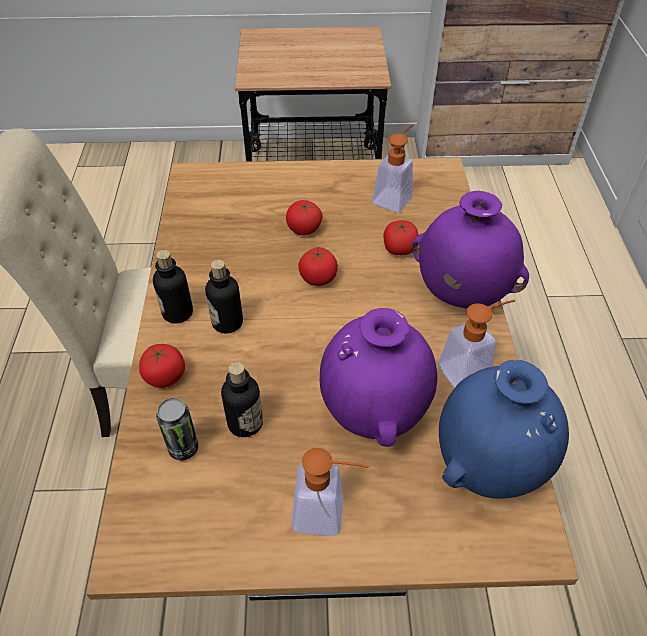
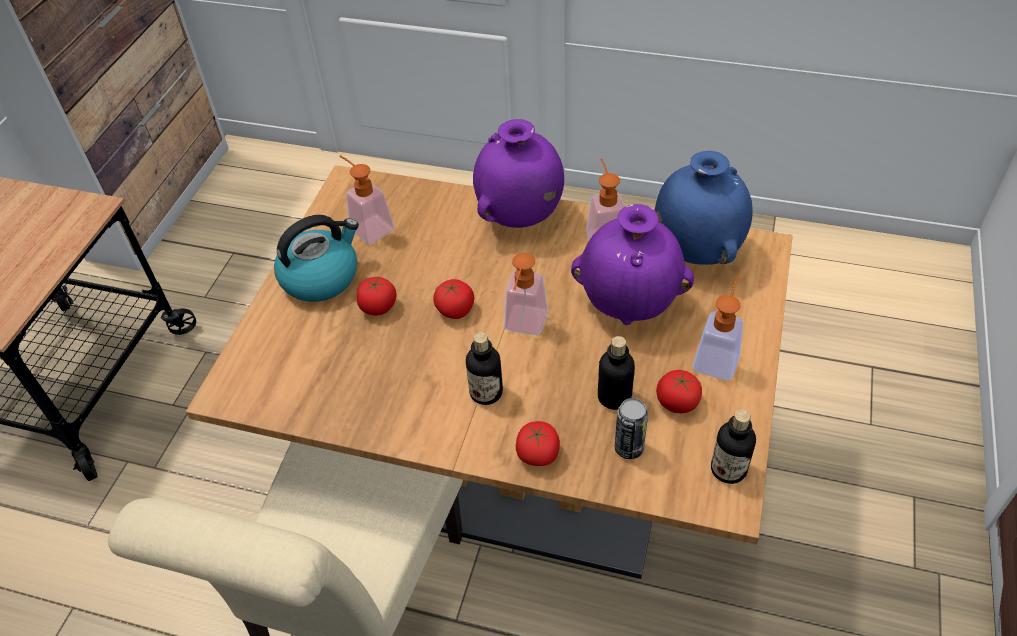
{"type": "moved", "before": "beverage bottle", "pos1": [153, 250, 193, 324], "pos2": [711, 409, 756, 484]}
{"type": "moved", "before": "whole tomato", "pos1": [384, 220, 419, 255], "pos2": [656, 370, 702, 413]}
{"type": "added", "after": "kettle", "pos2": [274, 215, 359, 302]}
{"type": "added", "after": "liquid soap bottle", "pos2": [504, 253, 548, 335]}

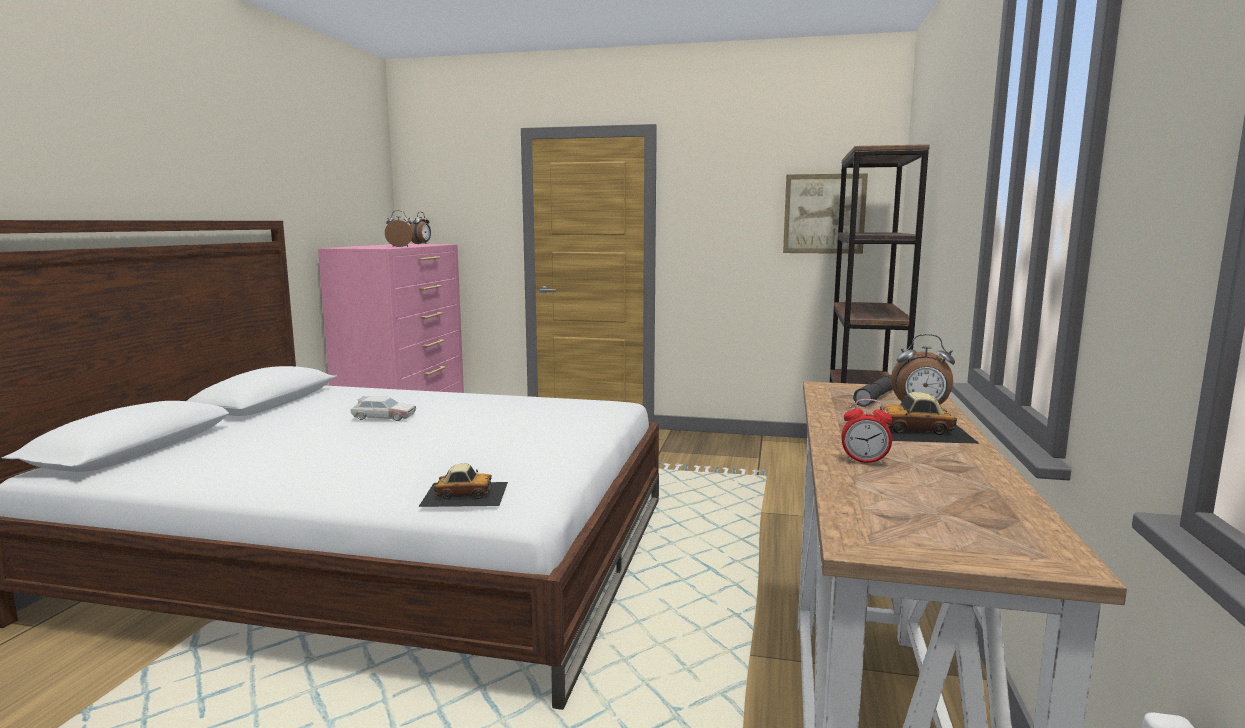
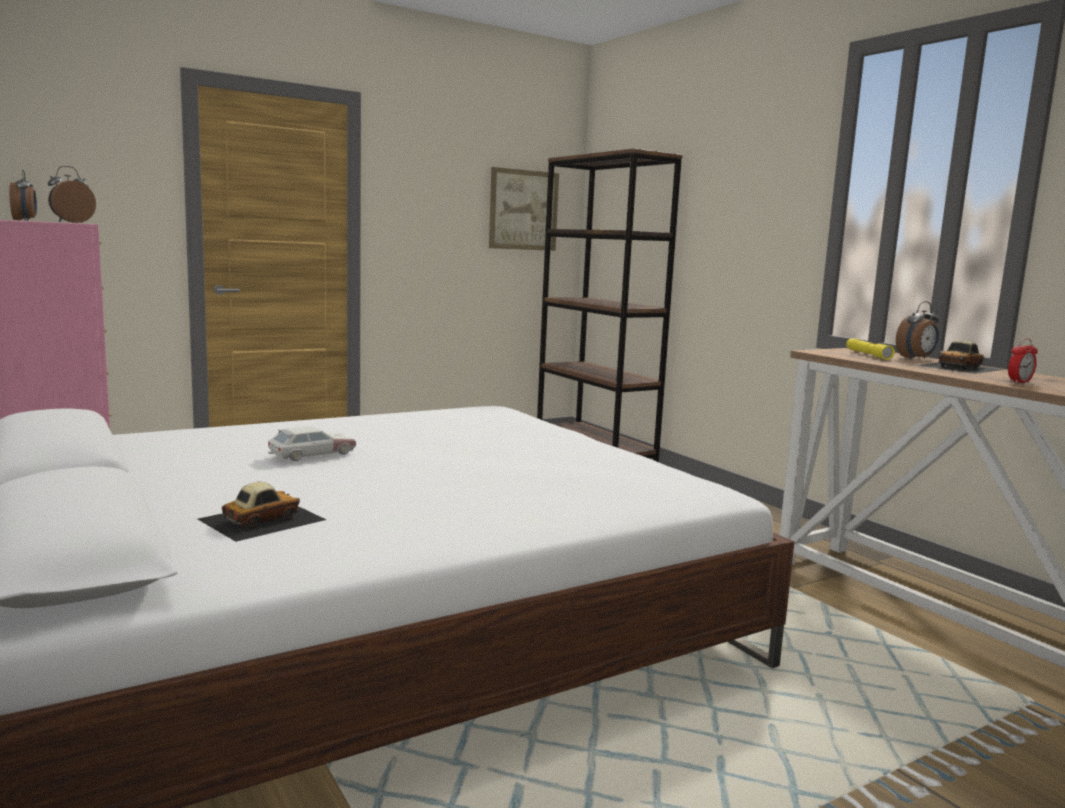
{"type": "moved", "before": "toy car", "pos1": [418, 464, 508, 507], "pos2": [198, 482, 326, 542]}
{"type": "recoloured", "before": "hand torch in grey", "after": "hand torch in yellow-coloured", "pos1": [853, 375, 893, 407], "pos2": [846, 338, 895, 360]}

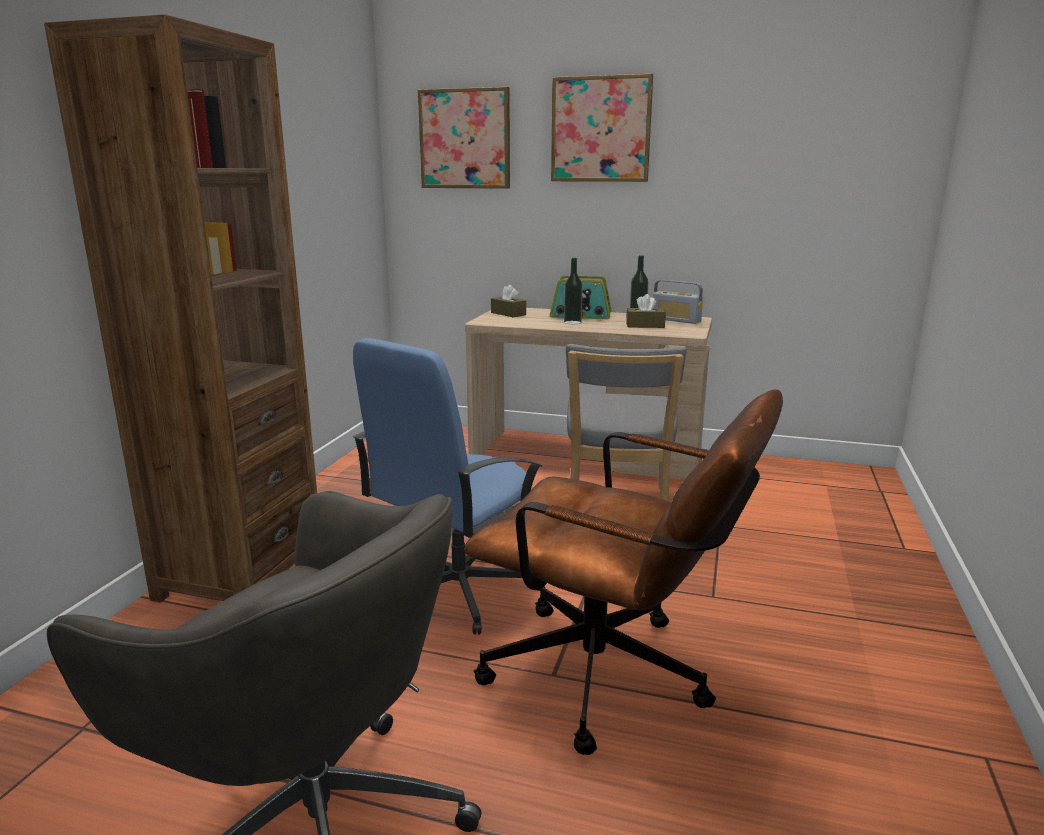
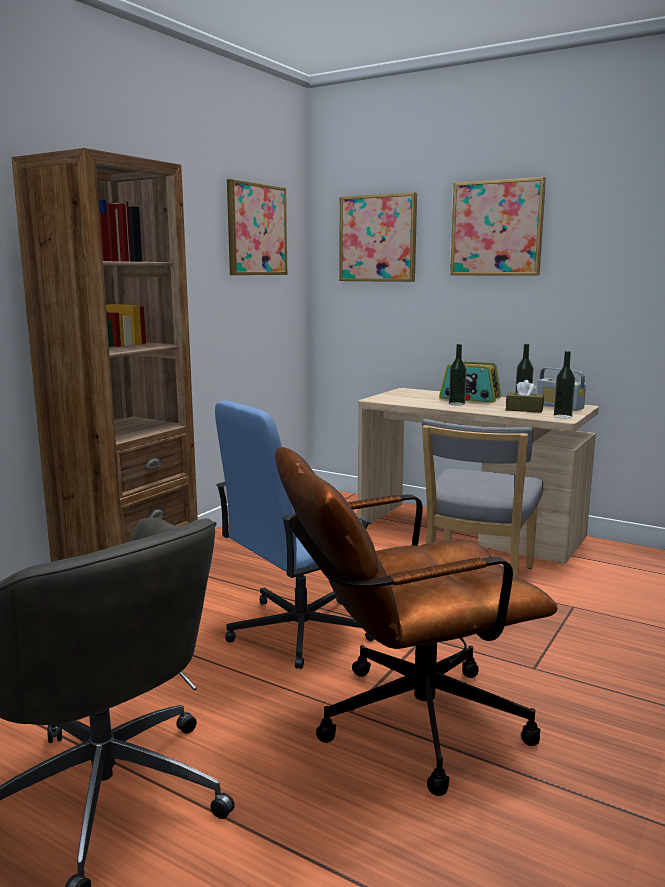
{"type": "turned", "before": "office chair in brown-coloured", "pos1": [464, 389, 783, 755], "pos2": [275, 447, 558, 796], "turn": 120}
{"type": "removed", "before": "tissue box in brown-coloured", "pos1": [491, 285, 526, 317]}
{"type": "added", "after": "wall art", "pos2": [227, 179, 287, 275]}
{"type": "added", "after": "beverage bottle", "pos2": [554, 351, 575, 418]}

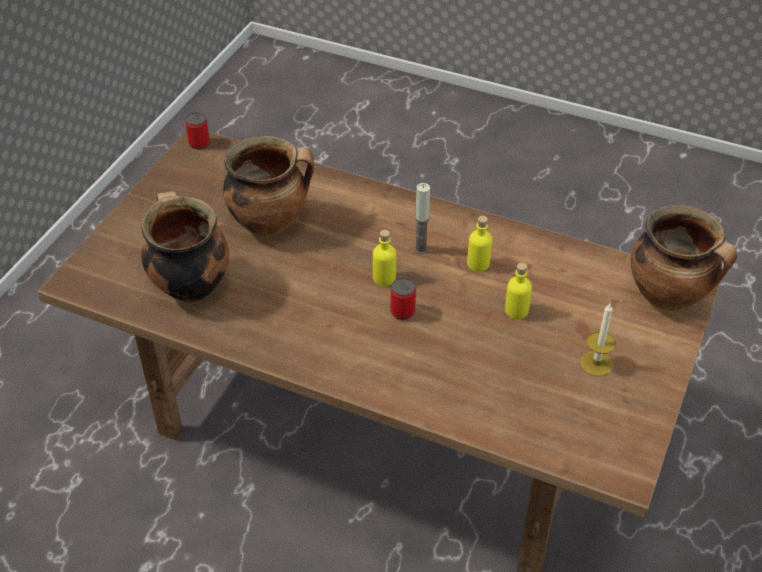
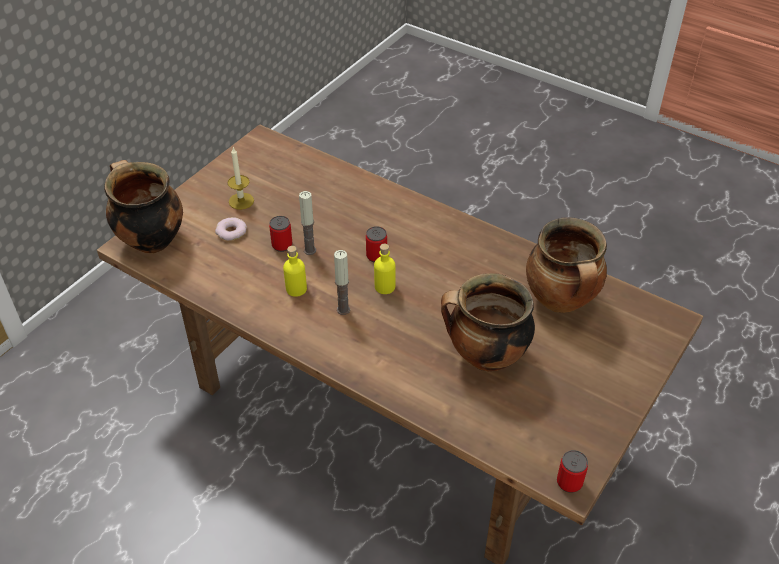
{"type": "replaced", "before": "beverage bottle in yellow-coloured", "after": "sealed can", "pos1": [505, 263, 532, 319], "pos2": [269, 216, 292, 252]}
{"type": "added", "after": "donut", "pos2": [215, 217, 247, 240]}
{"type": "added", "after": "wax candle", "pos2": [299, 191, 316, 255]}

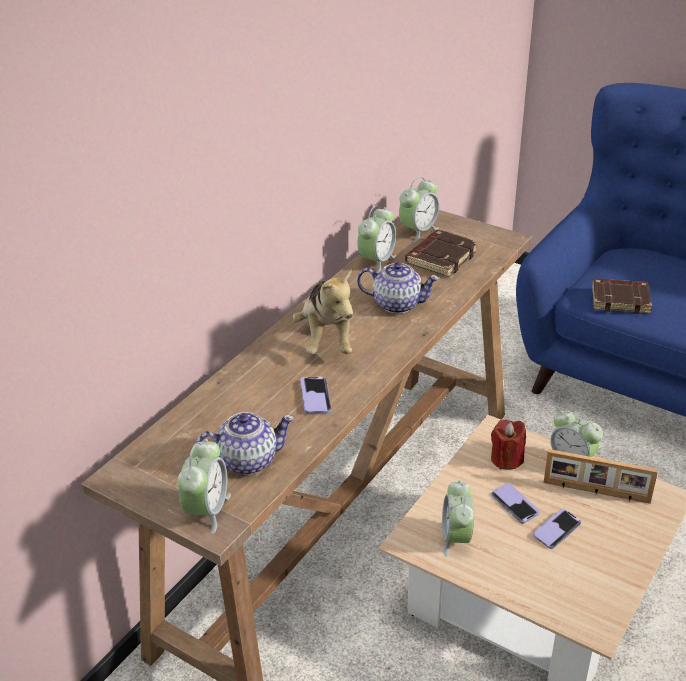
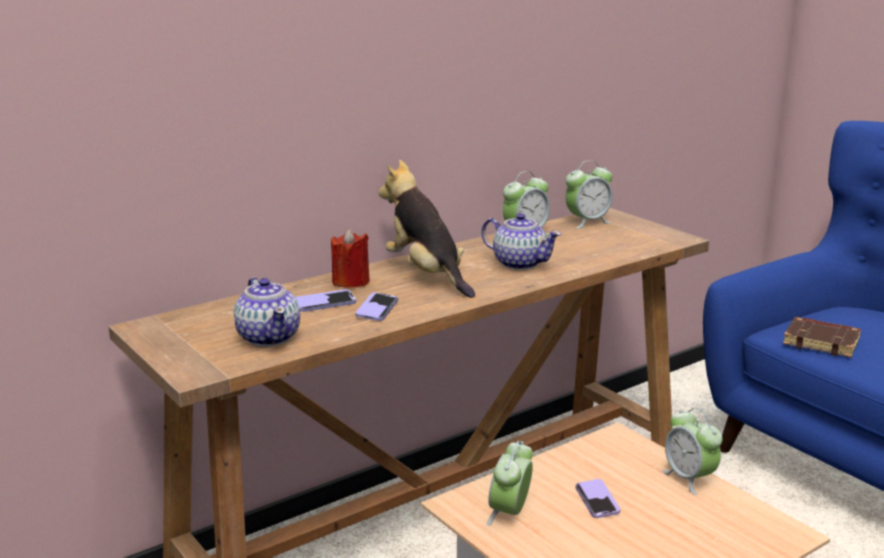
{"type": "removed", "before": "bedside clock", "pos1": [178, 439, 231, 534]}
{"type": "turned", "before": "teapot", "pos1": [196, 412, 295, 474], "pos2": [234, 277, 300, 347], "turn": 60}
{"type": "turned", "before": "plush toy", "pos1": [293, 270, 353, 354], "pos2": [378, 160, 475, 298], "turn": 135}
{"type": "removed", "before": "book in brown-coloured", "pos1": [405, 230, 479, 277]}
{"type": "moved", "before": "wax candle in red-coloured", "pos1": [491, 420, 526, 470], "pos2": [331, 229, 370, 288]}
{"type": "moved", "before": "handset", "pos1": [533, 509, 581, 549], "pos2": [295, 289, 356, 312]}
{"type": "removed", "before": "picture frame", "pos1": [543, 449, 658, 504]}

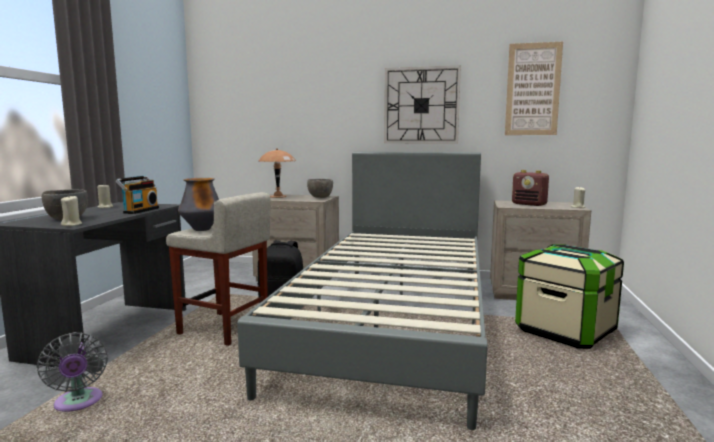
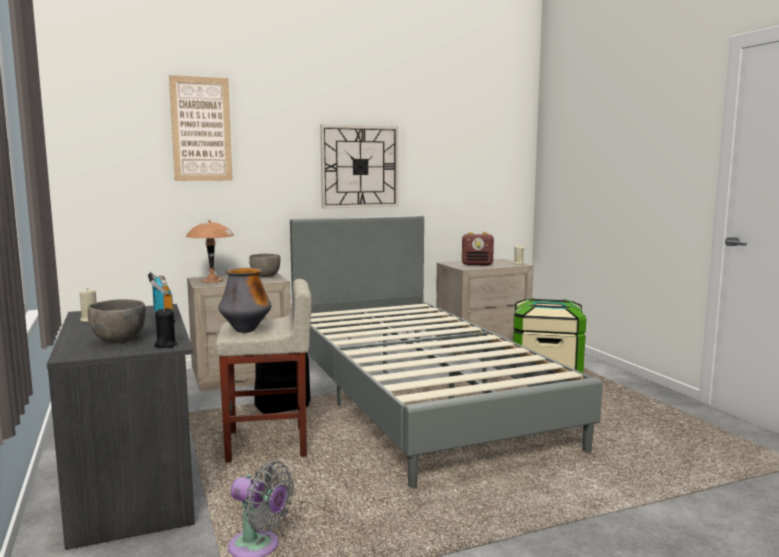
{"type": "recoloured", "before": "wax candle in beige-coloured", "after": "wax candle in blackish", "pos1": [61, 196, 82, 226], "pos2": [154, 308, 178, 348]}
{"type": "moved", "before": "wall art", "pos1": [505, 42, 563, 135], "pos2": [169, 75, 233, 181]}

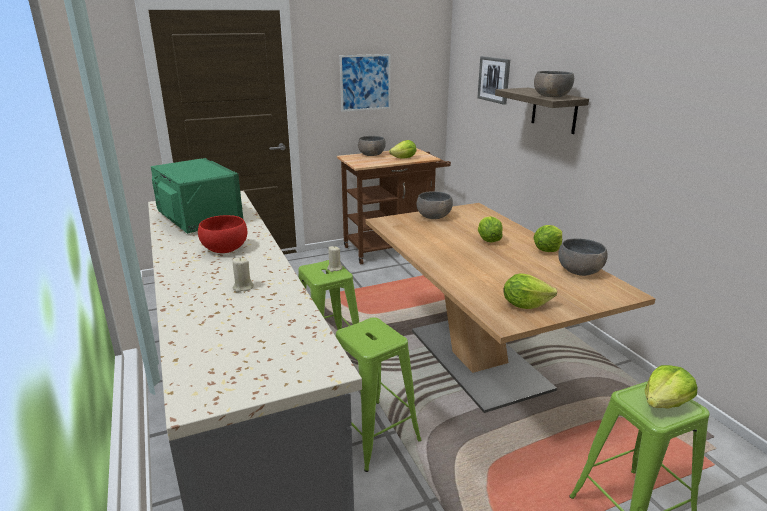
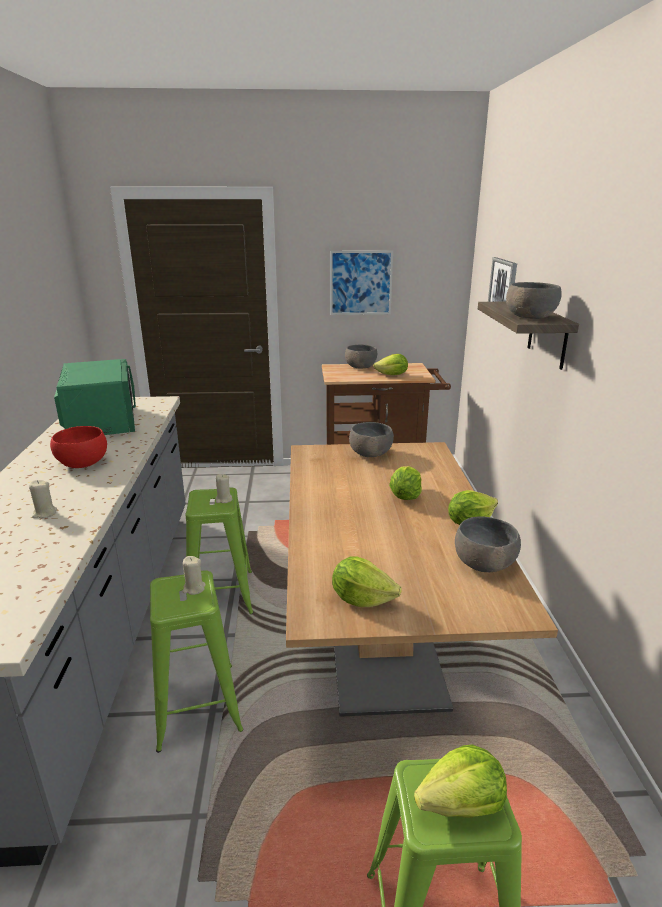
{"type": "added", "after": "wax candle in beige-coloured", "pos2": [182, 556, 206, 595]}

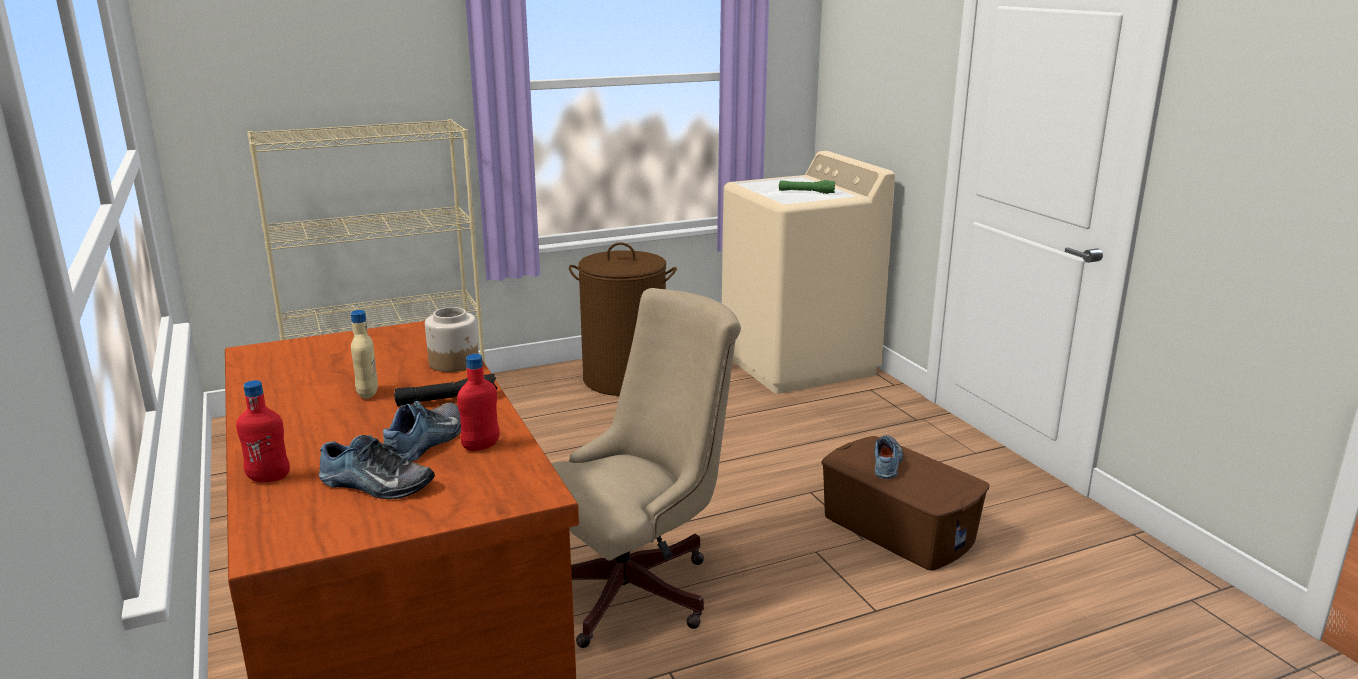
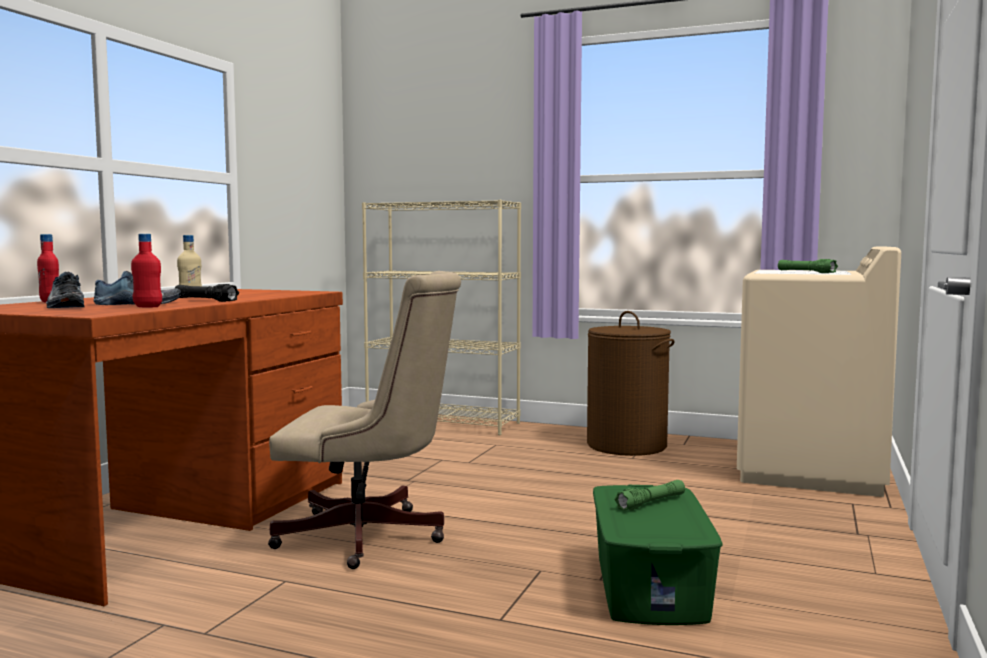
{"type": "removed", "before": "jar", "pos1": [425, 307, 479, 372]}
{"type": "recoloured", "before": "storage bin in brown-coloured", "after": "storage bin in green", "pos1": [821, 436, 989, 571], "pos2": [593, 485, 723, 625]}
{"type": "replaced", "before": "item of footwear", "after": "hand torch in green", "pos1": [874, 435, 903, 479], "pos2": [614, 480, 685, 511]}

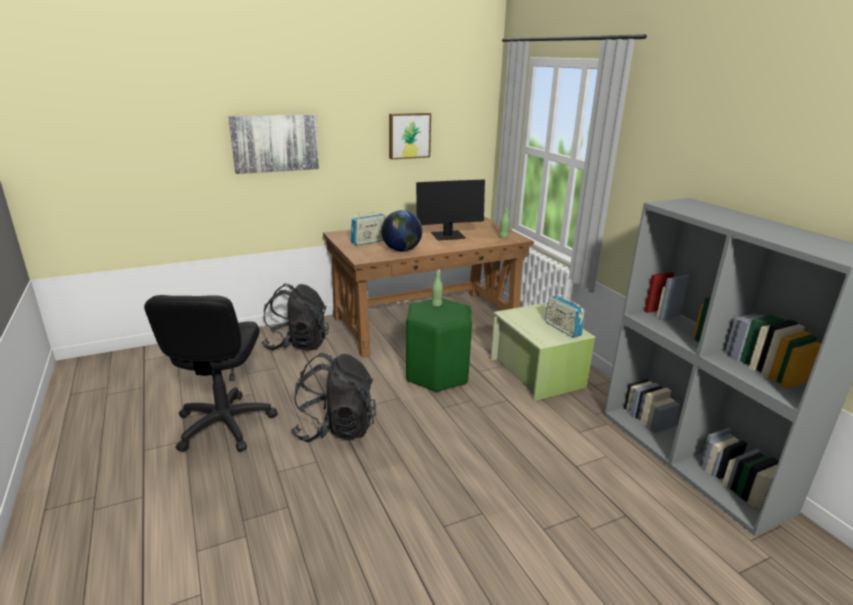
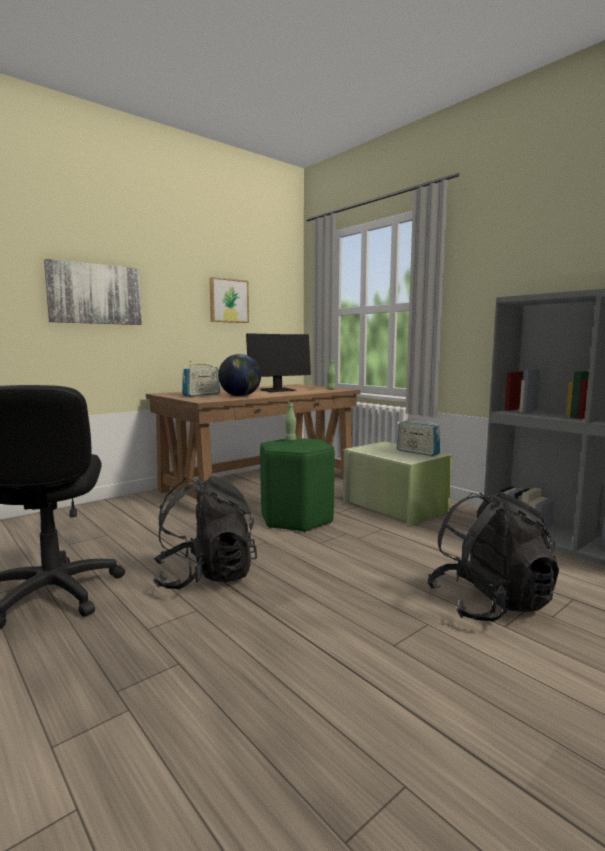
{"type": "moved", "before": "rucksack in blackish", "pos1": [261, 283, 329, 350], "pos2": [427, 491, 559, 621]}

